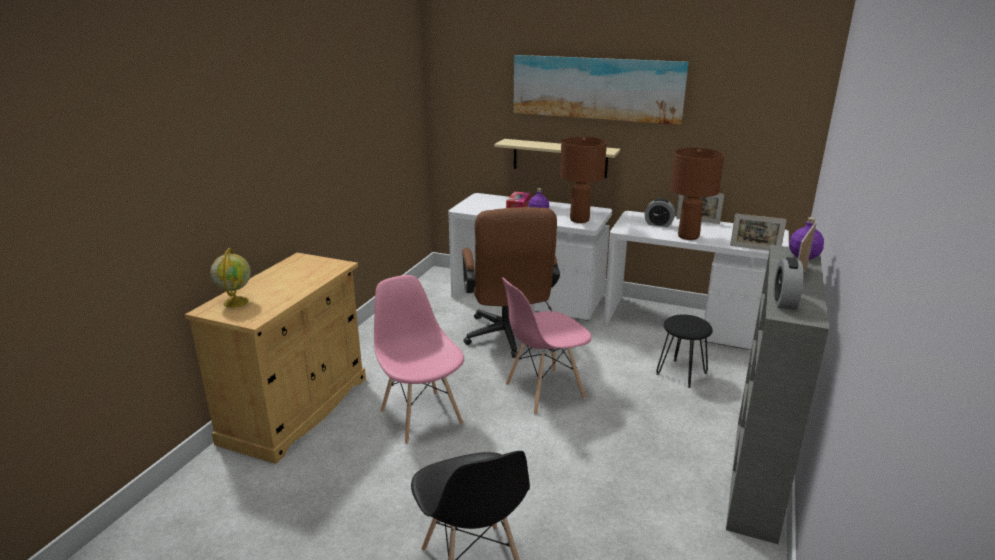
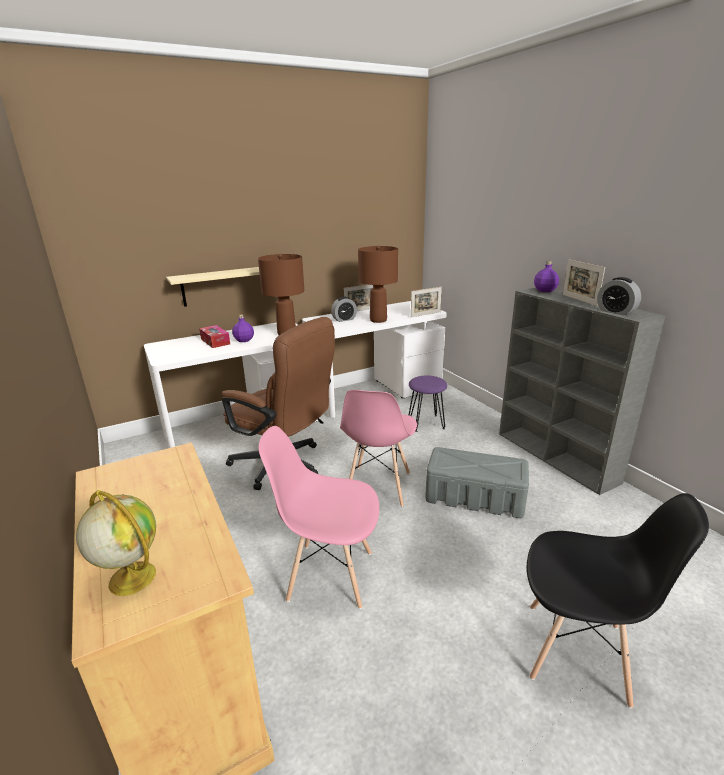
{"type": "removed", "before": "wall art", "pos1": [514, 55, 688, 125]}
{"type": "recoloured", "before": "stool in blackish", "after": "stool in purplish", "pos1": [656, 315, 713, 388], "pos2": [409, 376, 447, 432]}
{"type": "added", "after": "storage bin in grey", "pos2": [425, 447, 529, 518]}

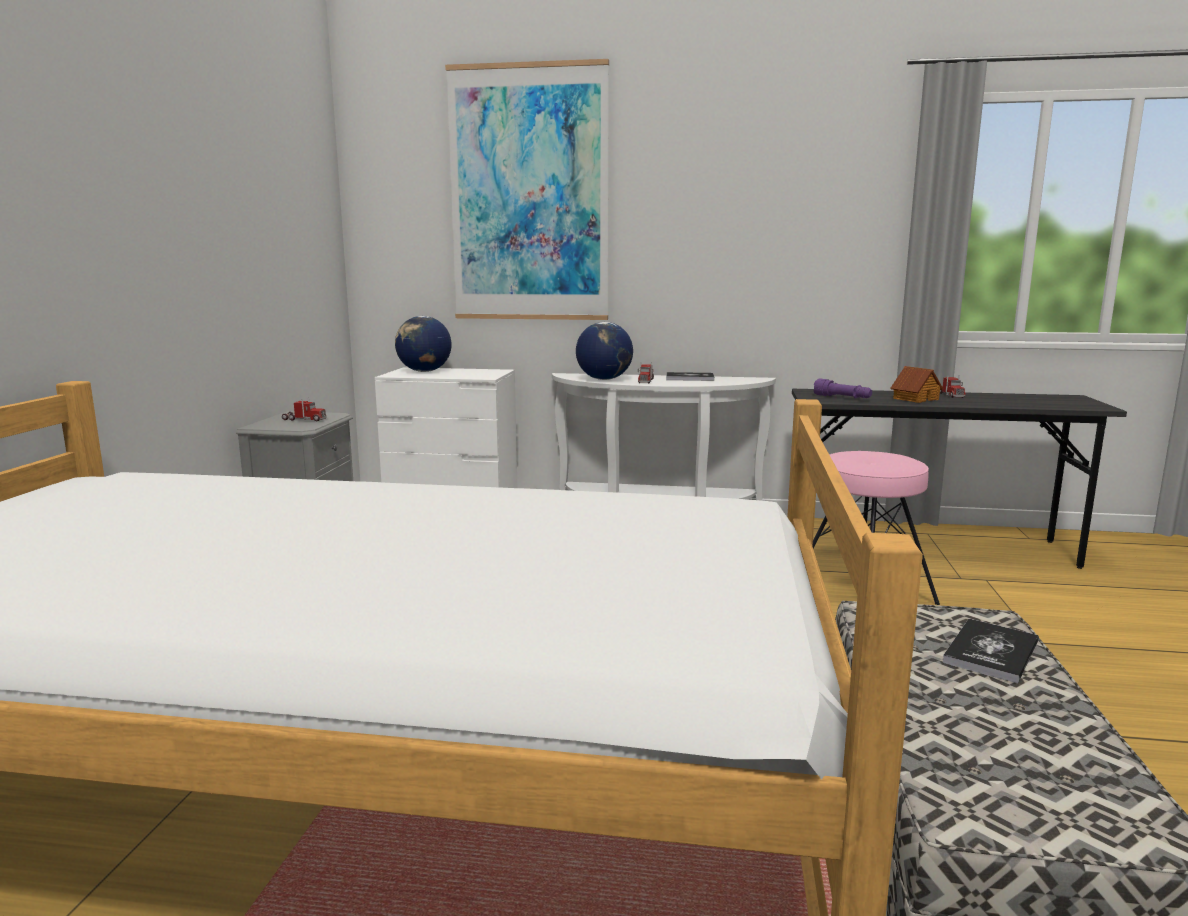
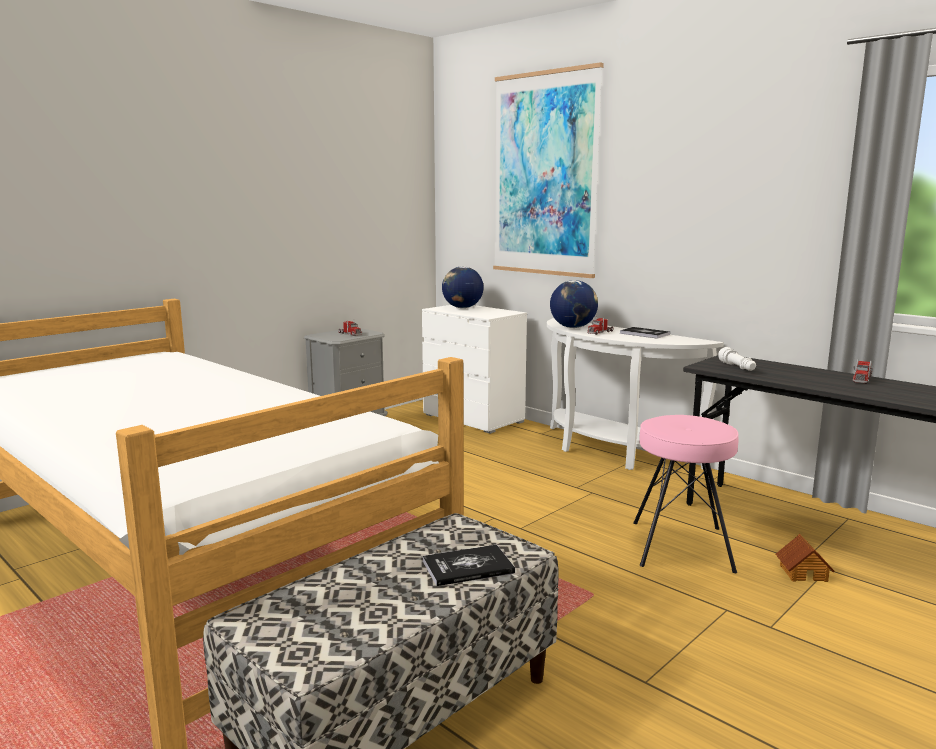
{"type": "recoloured", "before": "hand torch in purplish", "after": "hand torch in whitish", "pos1": [813, 378, 872, 398], "pos2": [718, 347, 756, 371]}
{"type": "moved", "before": "model house", "pos1": [890, 366, 943, 403], "pos2": [776, 534, 834, 582]}

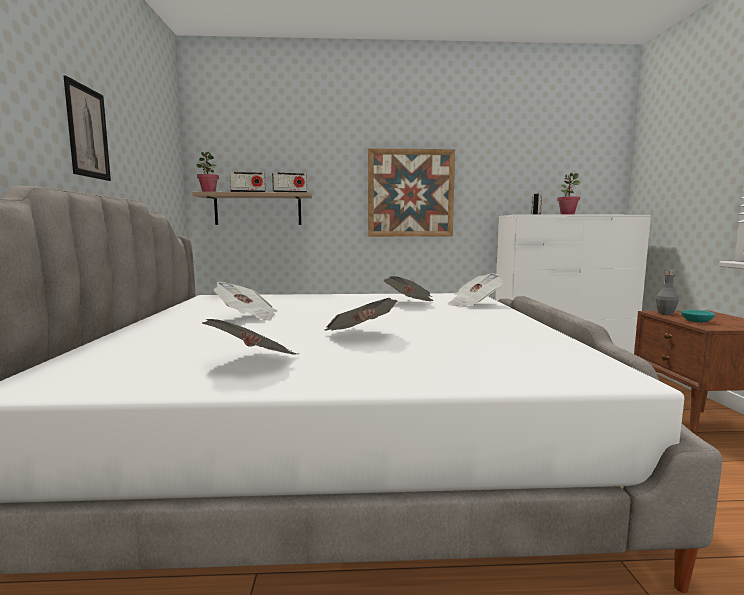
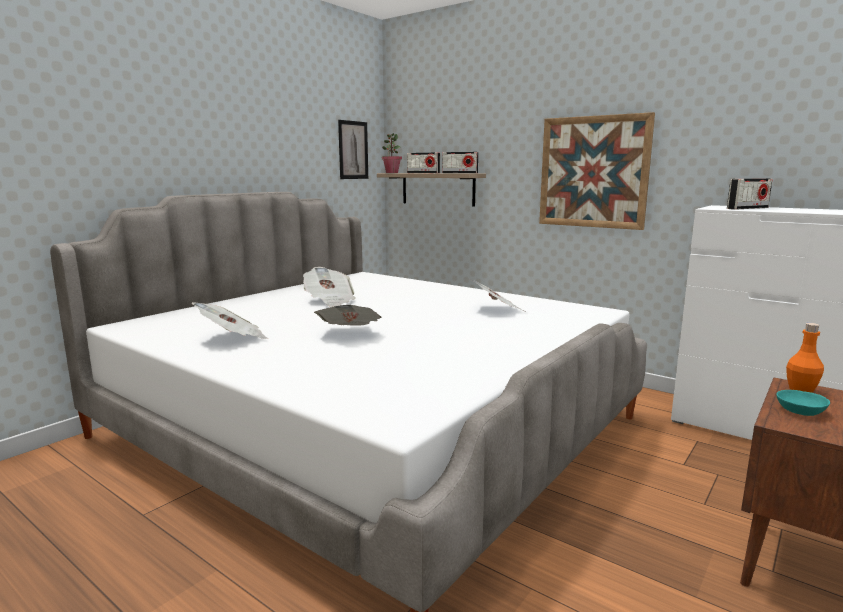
{"type": "moved", "before": "wall art", "pos1": [64, 76, 111, 181], "pos2": [338, 120, 368, 179]}
{"type": "removed", "before": "newspaper", "pos1": [448, 273, 504, 306]}
{"type": "removed", "before": "potted plant", "pos1": [557, 173, 580, 215]}
{"type": "recoloured", "before": "beverage bottle in grey", "after": "beverage bottle in orange-coloured", "pos1": [656, 270, 679, 315], "pos2": [786, 323, 824, 393]}

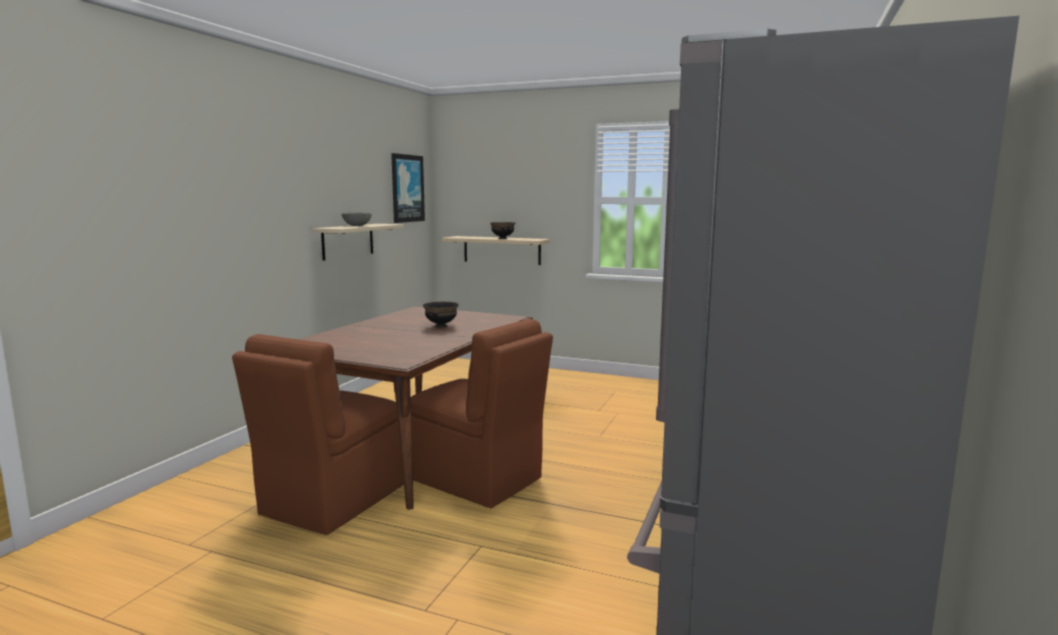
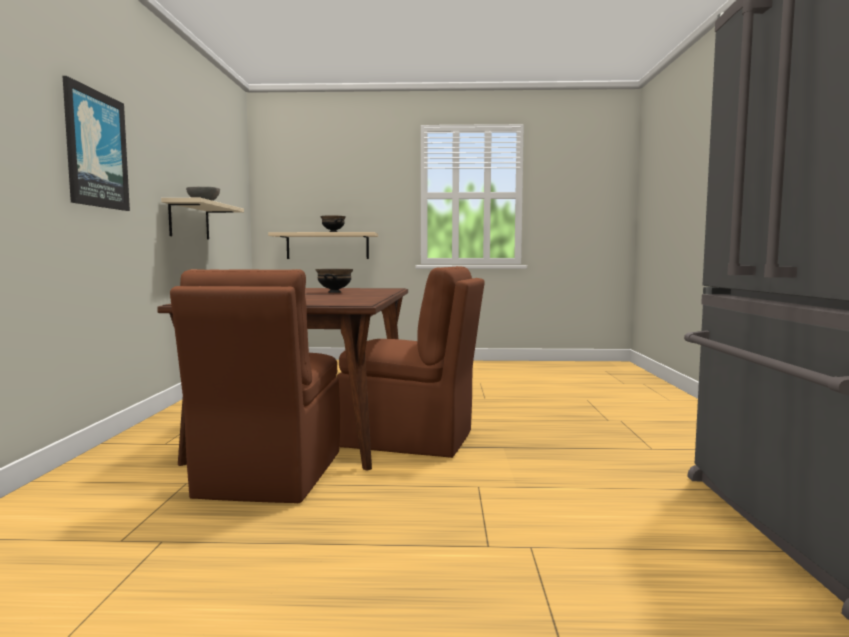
{"type": "moved", "before": "wall art", "pos1": [391, 153, 425, 223], "pos2": [62, 76, 130, 211]}

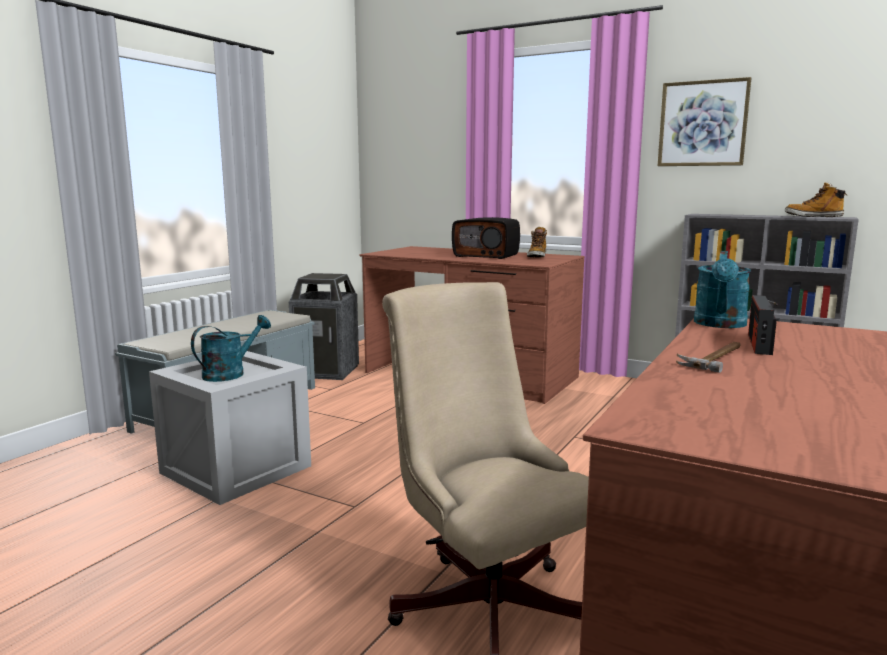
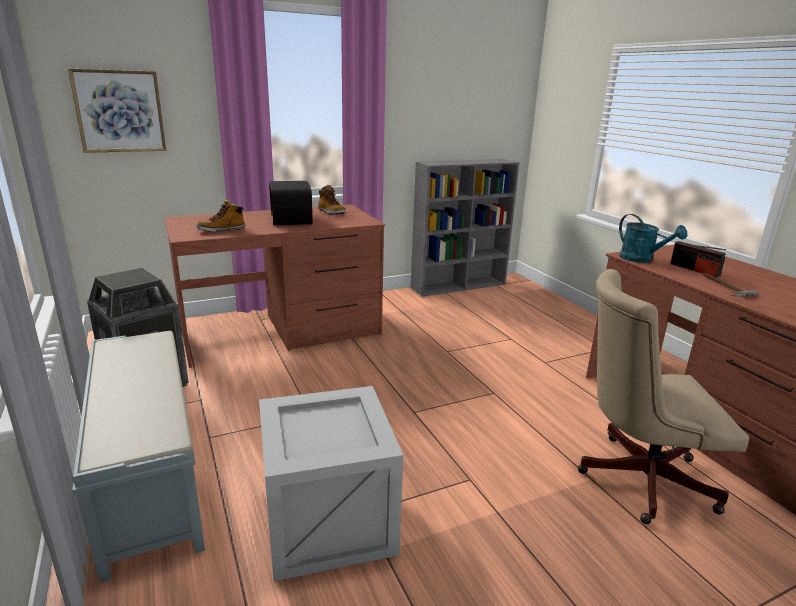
{"type": "removed", "before": "watering pot in turquoise", "pos1": [191, 315, 271, 382]}
{"type": "turned", "before": "radio", "pos1": [452, 217, 520, 259], "pos2": [269, 181, 313, 225], "turn": 105}
{"type": "moved", "before": "wall art", "pos1": [658, 77, 751, 166], "pos2": [68, 69, 166, 153]}
{"type": "moved", "before": "boot", "pos1": [785, 182, 847, 217], "pos2": [196, 199, 245, 232]}

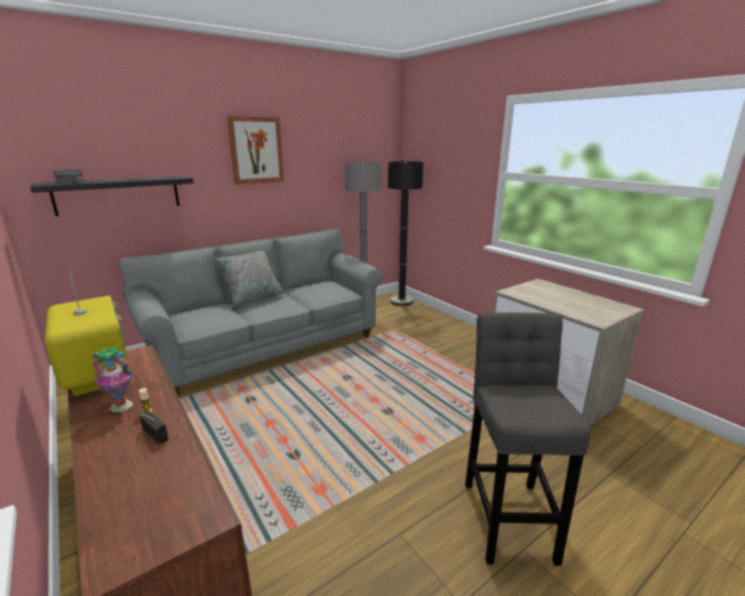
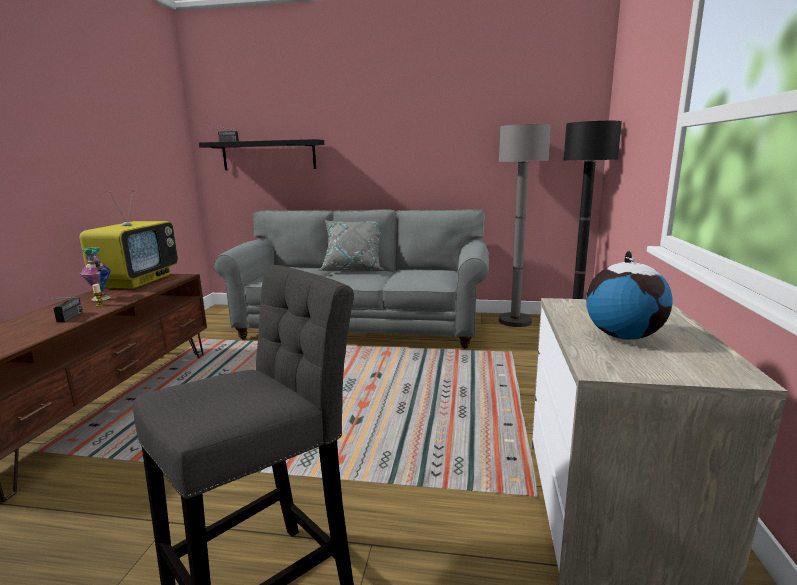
{"type": "removed", "before": "wall art", "pos1": [227, 116, 284, 185]}
{"type": "added", "after": "desk globe", "pos2": [586, 251, 673, 340]}

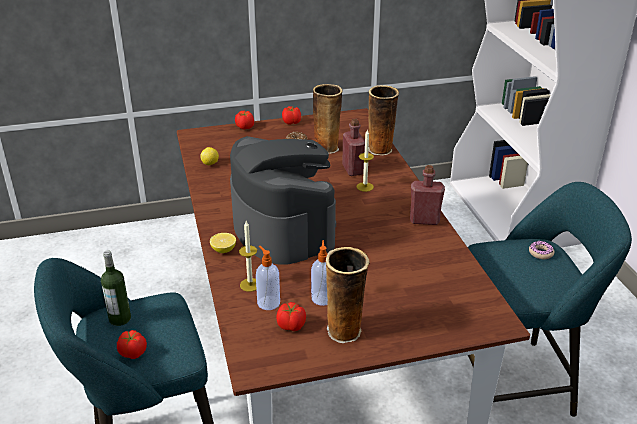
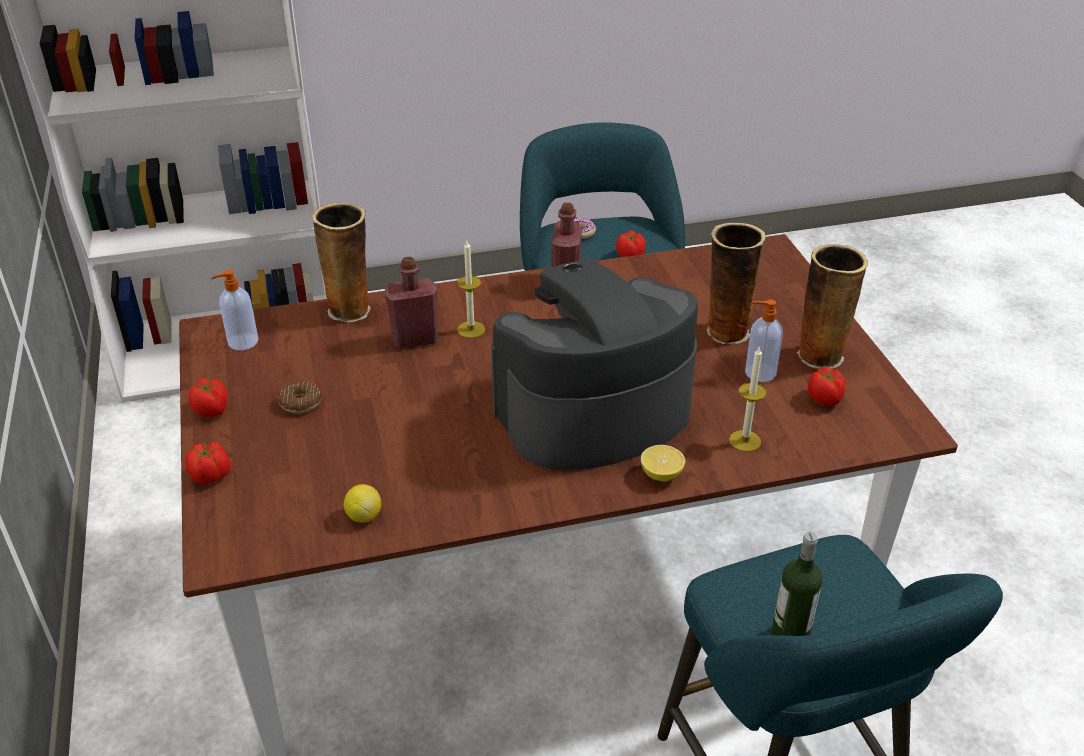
{"type": "moved", "before": "whole tomato", "pos1": [117, 330, 147, 359], "pos2": [616, 231, 646, 257]}
{"type": "moved", "before": "liquid soap bottle", "pos1": [256, 246, 280, 310], "pos2": [211, 269, 258, 350]}
{"type": "moved", "before": "vase", "pos1": [313, 84, 343, 154], "pos2": [707, 223, 766, 344]}

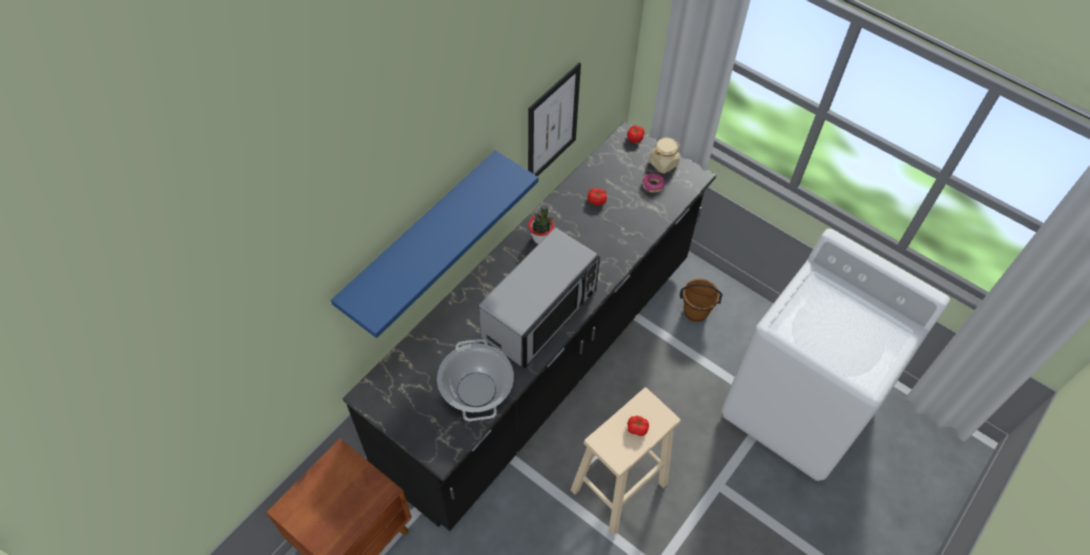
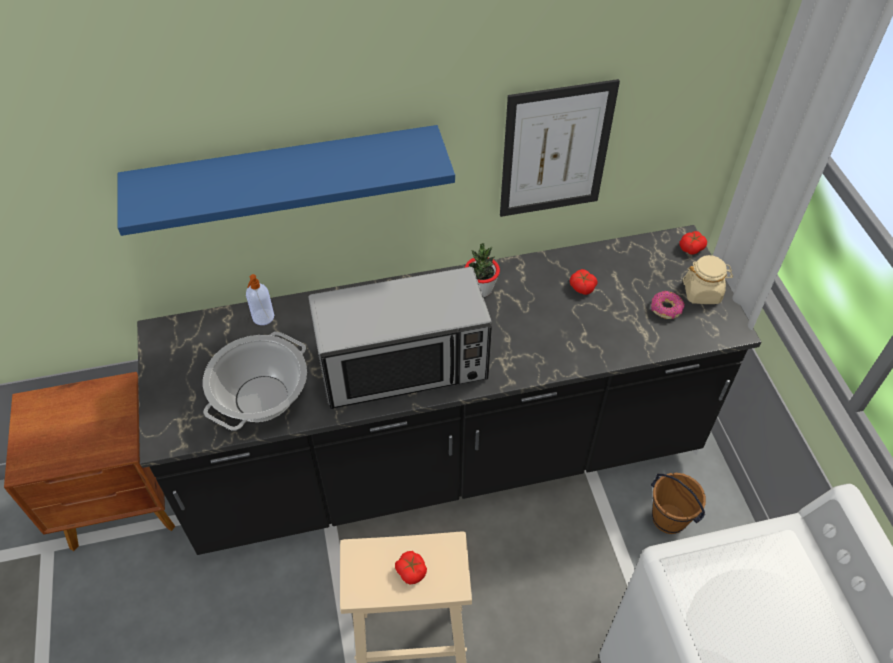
{"type": "added", "after": "liquid soap bottle", "pos2": [246, 274, 274, 325]}

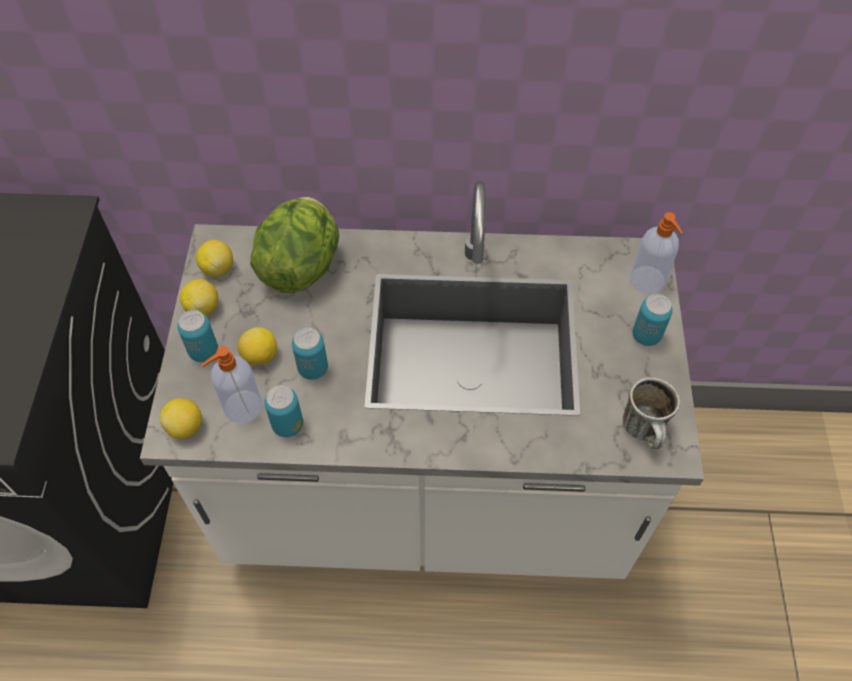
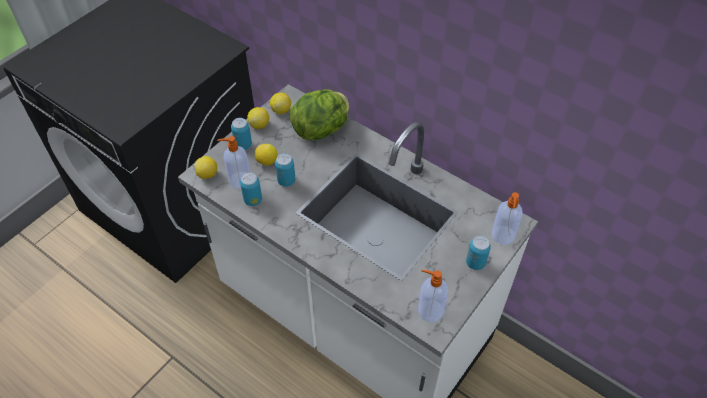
{"type": "replaced", "before": "tea mug", "after": "liquid soap bottle", "pos1": [623, 378, 680, 449], "pos2": [418, 270, 448, 322]}

